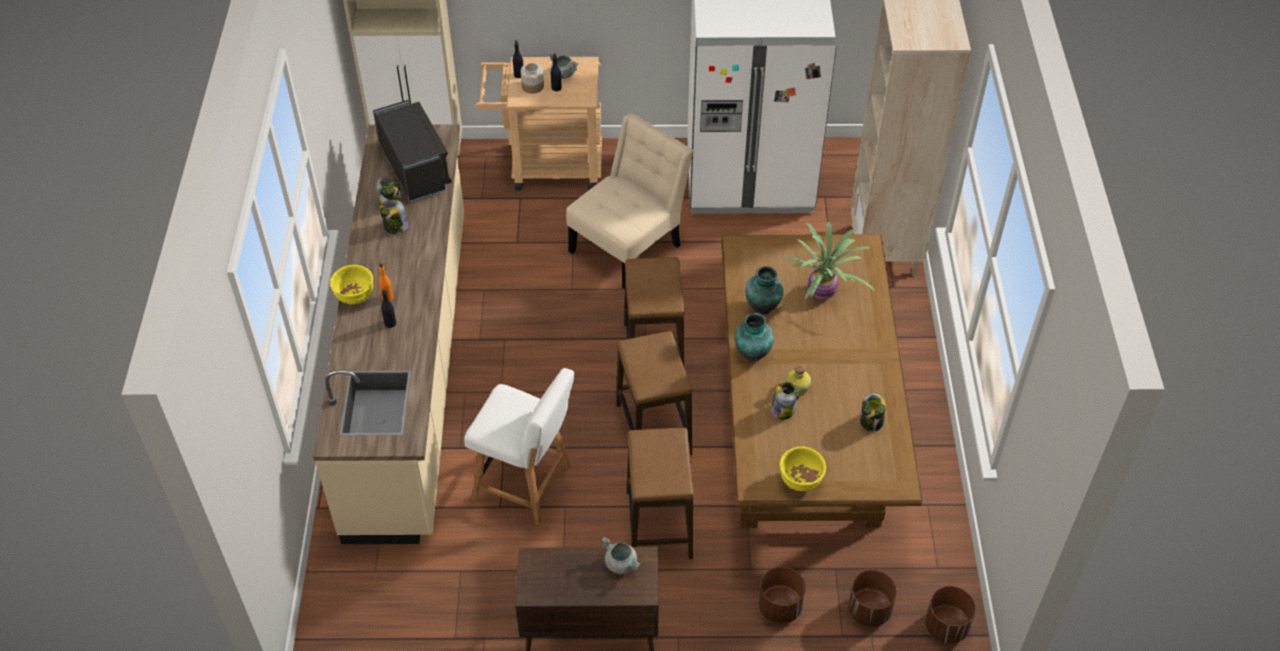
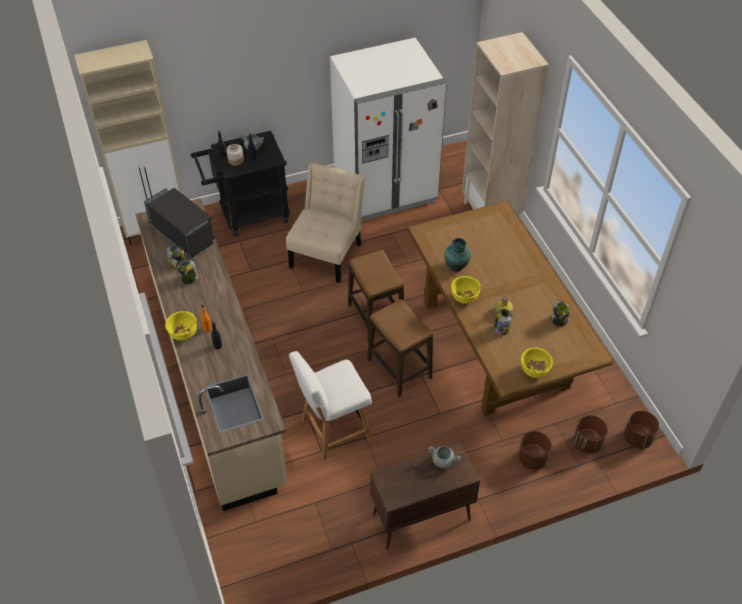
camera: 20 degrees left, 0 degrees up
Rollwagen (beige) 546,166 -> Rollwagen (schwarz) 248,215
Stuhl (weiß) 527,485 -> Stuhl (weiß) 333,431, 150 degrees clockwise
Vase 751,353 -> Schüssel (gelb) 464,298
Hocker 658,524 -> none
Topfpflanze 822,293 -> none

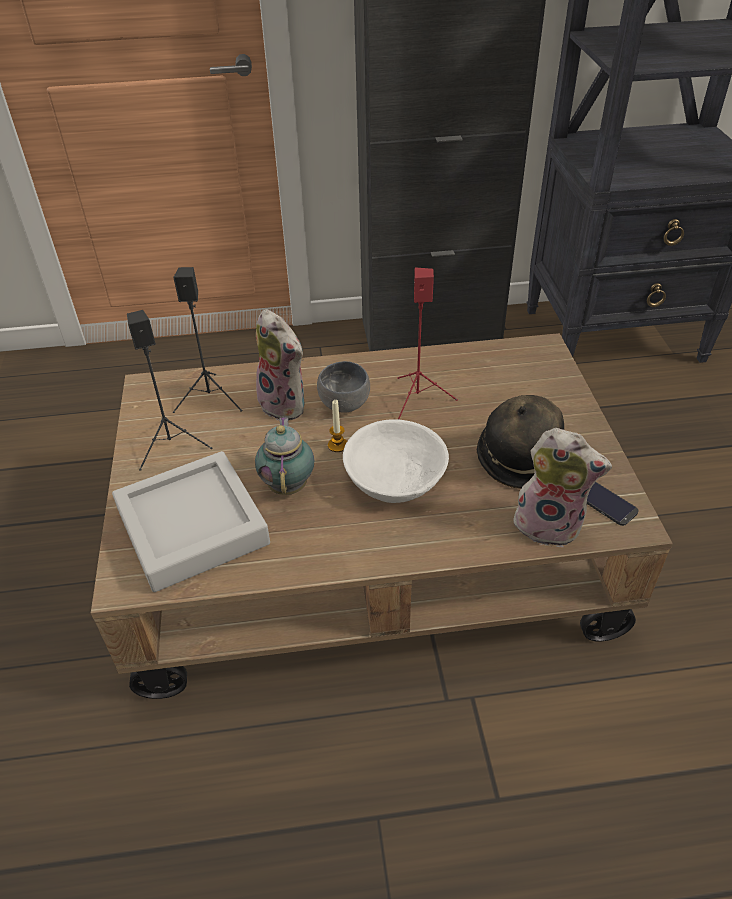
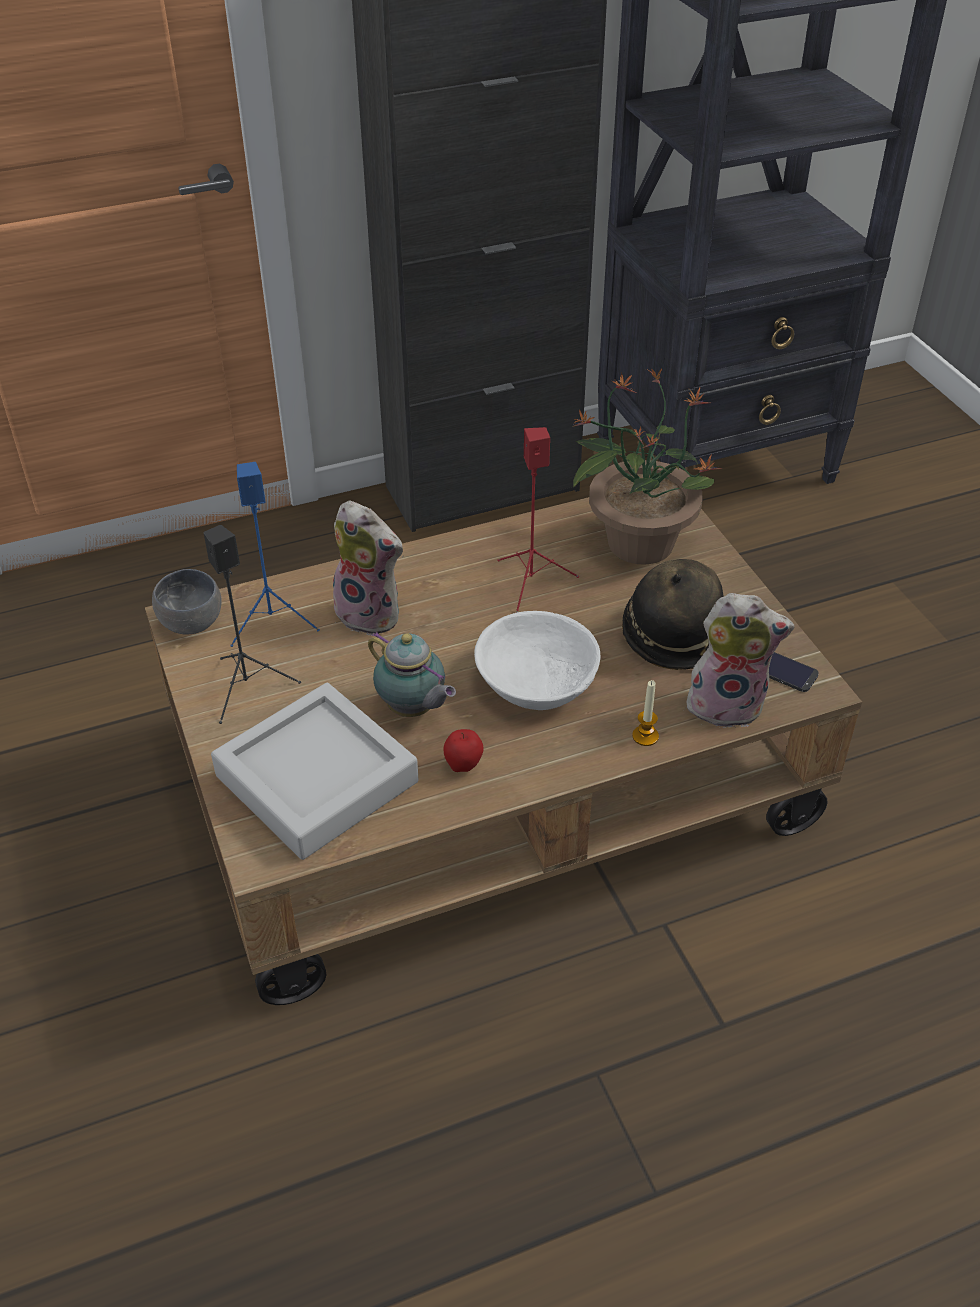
camera: 15 degrees left, 0 degrees up
Schüssel (grau) 345,405 -> Schüssel (grau) 193,624, moved
Lautsprecher (schwarz) 211,399 -> Lautsprecher (blau) 273,621
Teekanne 288,484 -> Teekanne 413,709, 150 degrees clockwise
none -> Apfel 463,766
none -> Topfpflanze 638,542
Kerze 337,445 -> Kerze 645,736, moved

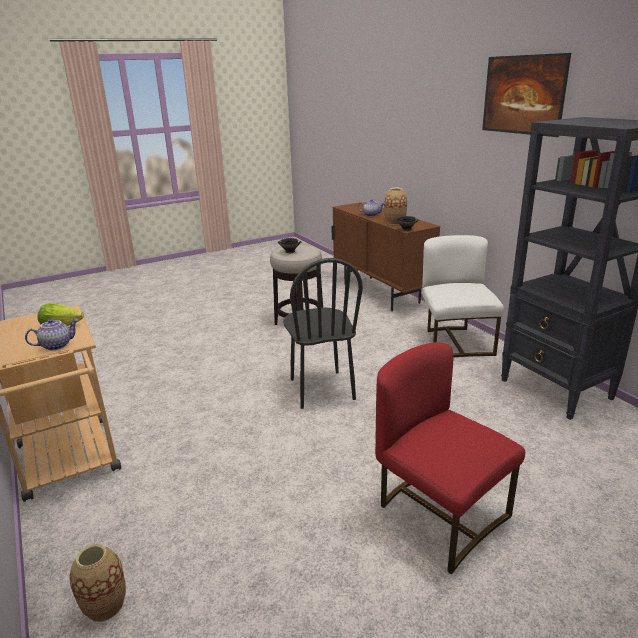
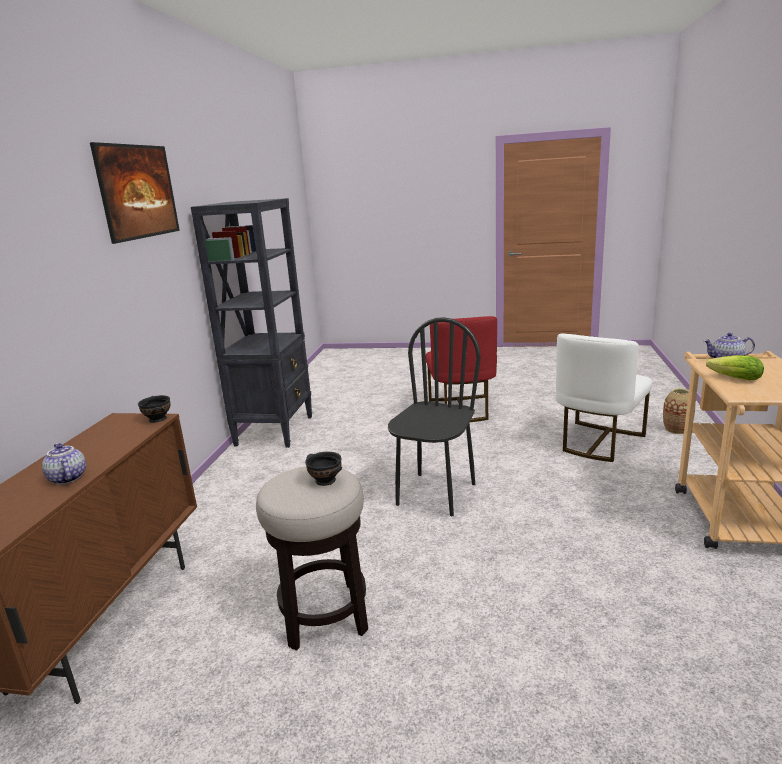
camera: 140 degrees left, 5 degrees down
Stuhl (weiß) 455,343 -> Stuhl (weiß) 598,442, moved
Vase 395,222 -> none

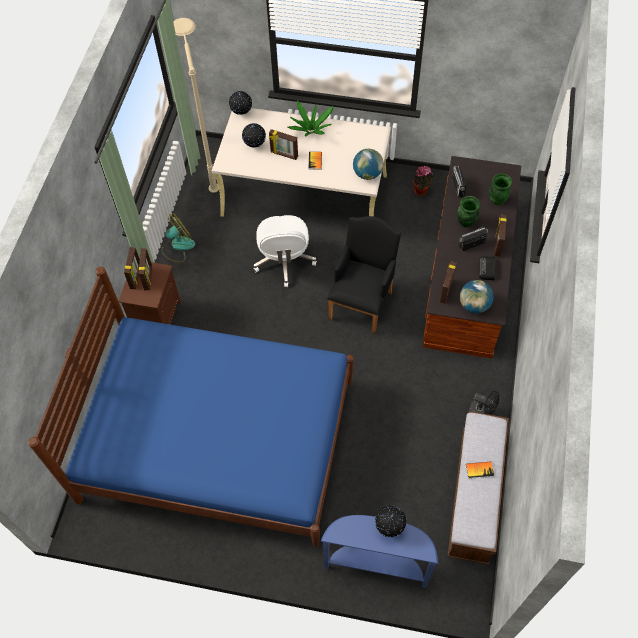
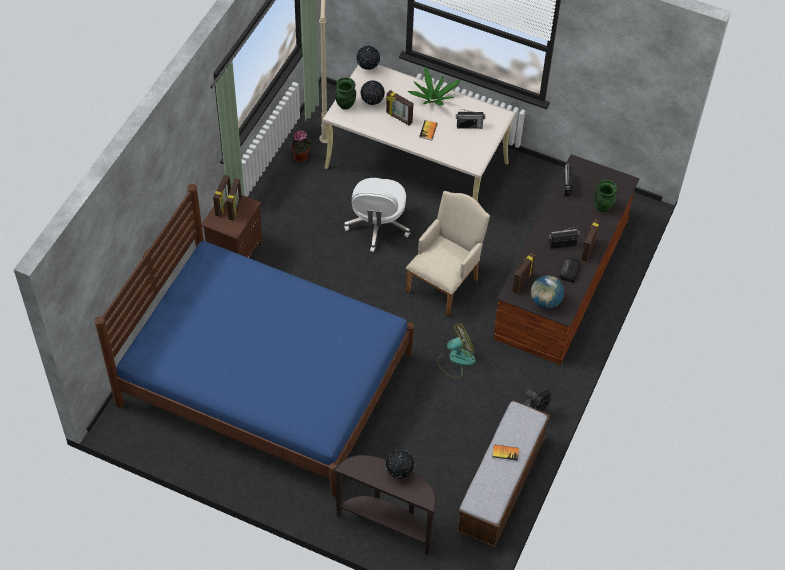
camera: 10 degrees right, 5 degrees down
Topfpflanze 421,191 -> Topfpflanze 301,157, moved
Konsolentisch (blau) 376,564 -> Konsolentisch (braun) 387,524
Vase (grün) 465,222 -> Vase (grün) 345,105, moved
Sessel (schwarz) 362,302 -> Sessel (beige) 445,282
Ventilator 178,246 -> Ventilator 456,359, moved
none -> Radio 469,126
Globus 367,174 -> none

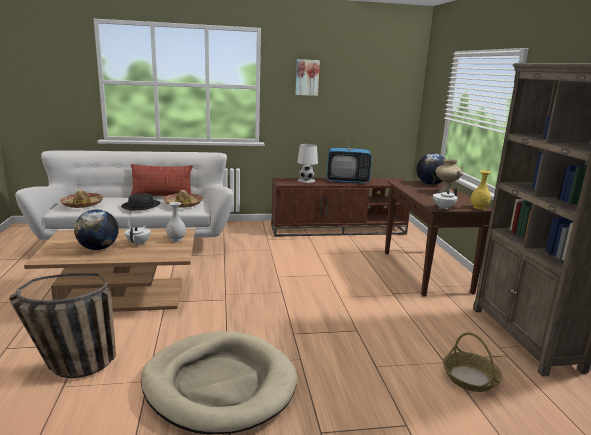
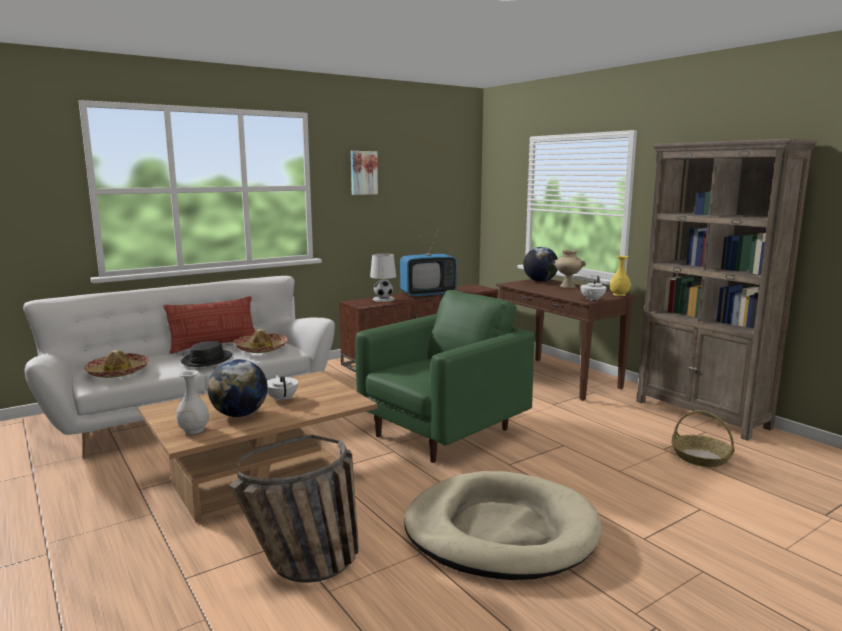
camera: 25 degrees left, 5 degrees down
Vase (weiß) 176,239 -> Vase (weiß) 193,430, moved
none -> Sessel (grün) 443,433

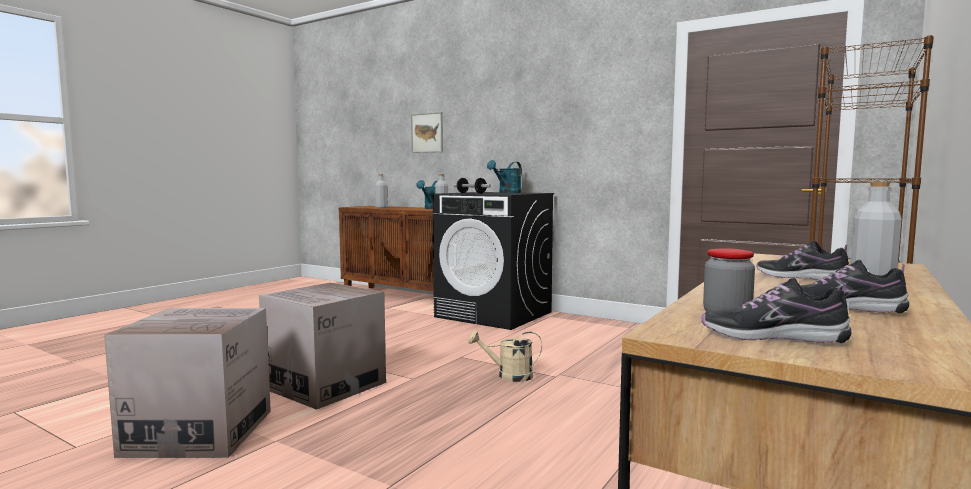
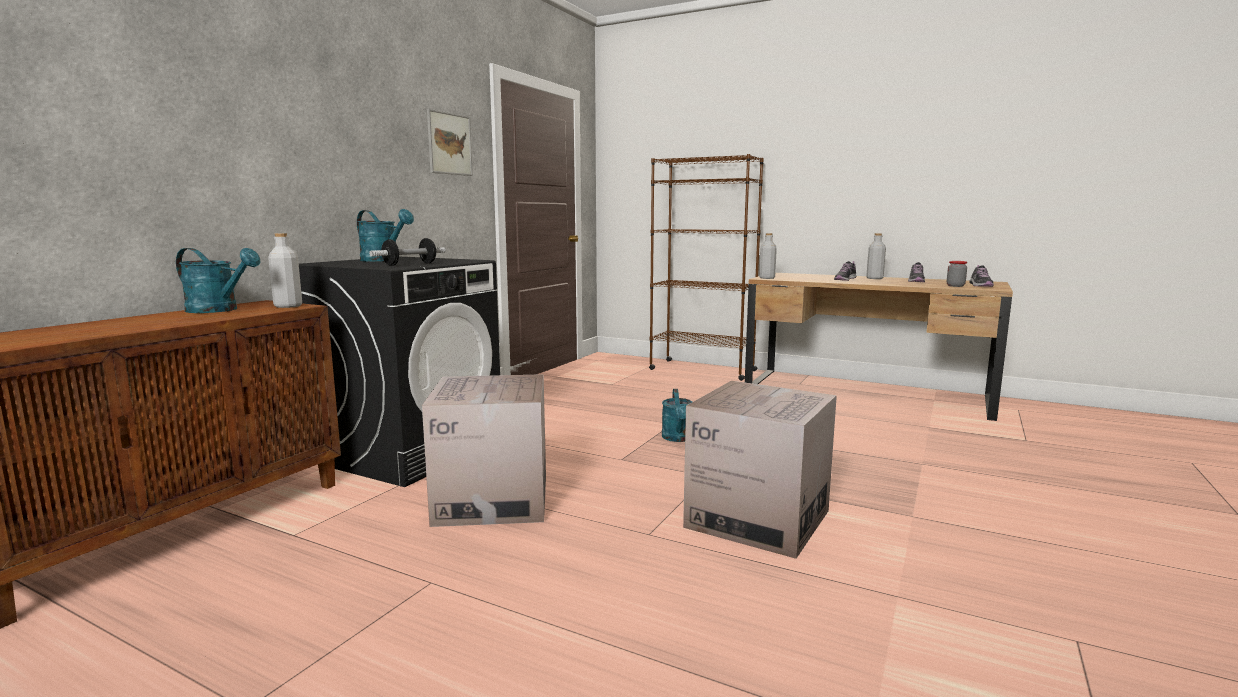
camera: 95 degrees left, 5 degrees up
Karton 199,432 -> Karton 492,500, moved
Bild 427,133 -> Bild 449,144, moved
Gießkanne (beige) 508,376 -> Gießkanne (türkis) 678,438
Flasche (grau) 381,208 -> Flasche (grau) 767,278, moved

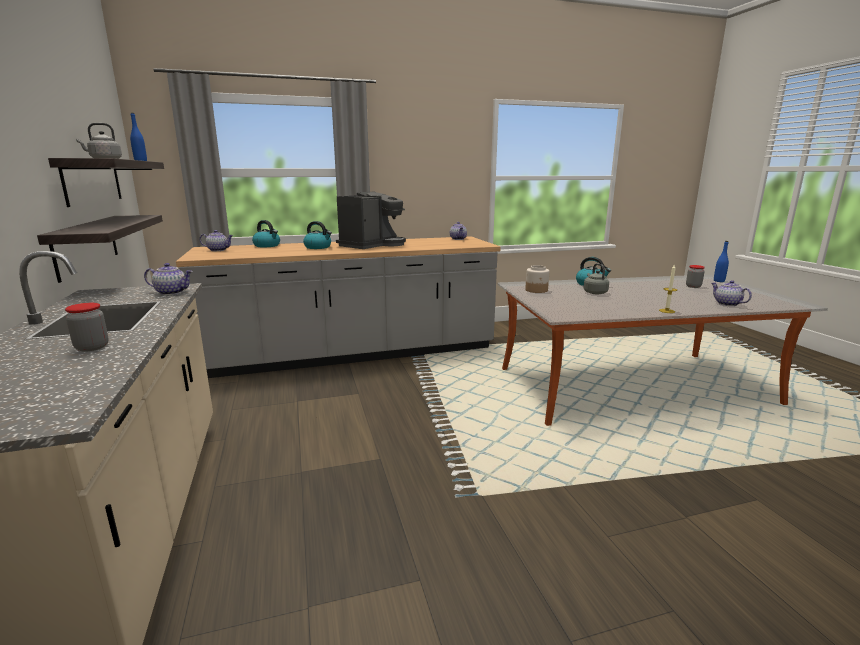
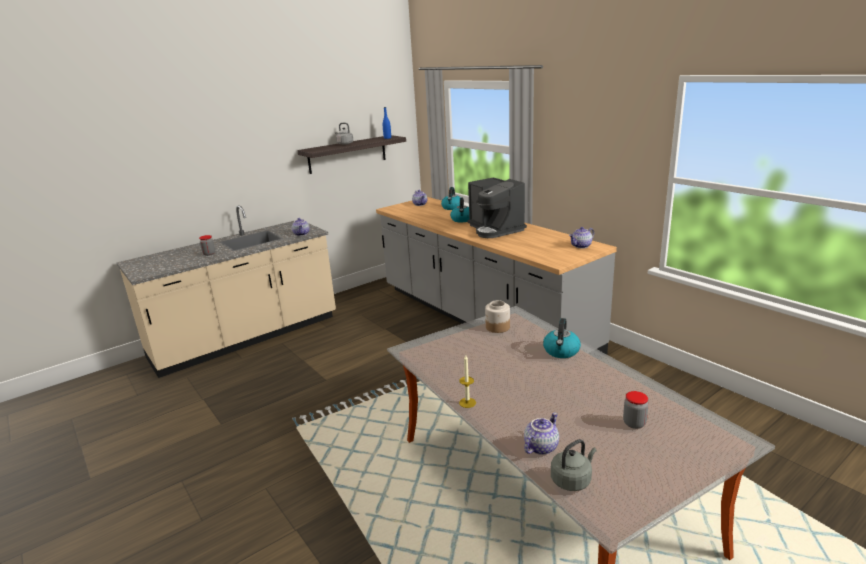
camera: 70 degrees right, 5 degrees up
Kaffeemaschine 372,245 -> Kaffeemaschine 495,229, 45 degrees clockwise
Wasserkessel (grau) 594,292 -> Wasserkessel (grau) 572,480, moved
Wandregal 86,245 -> none
Flasche (blau) 719,281 -> none

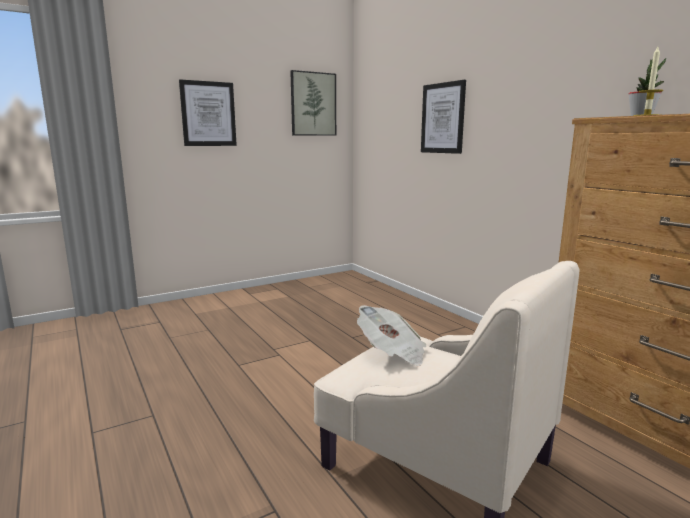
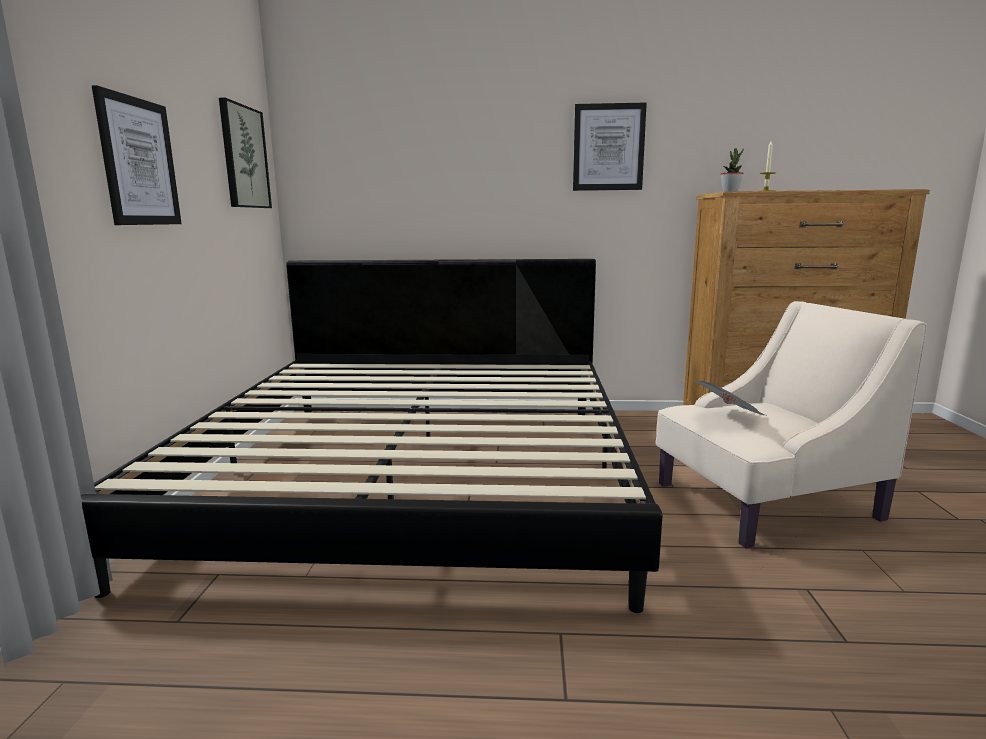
camera: 55 degrees left, 0 degrees up
none -> Bett 416,475
Bild 443,118 -> Bild 608,147, moved

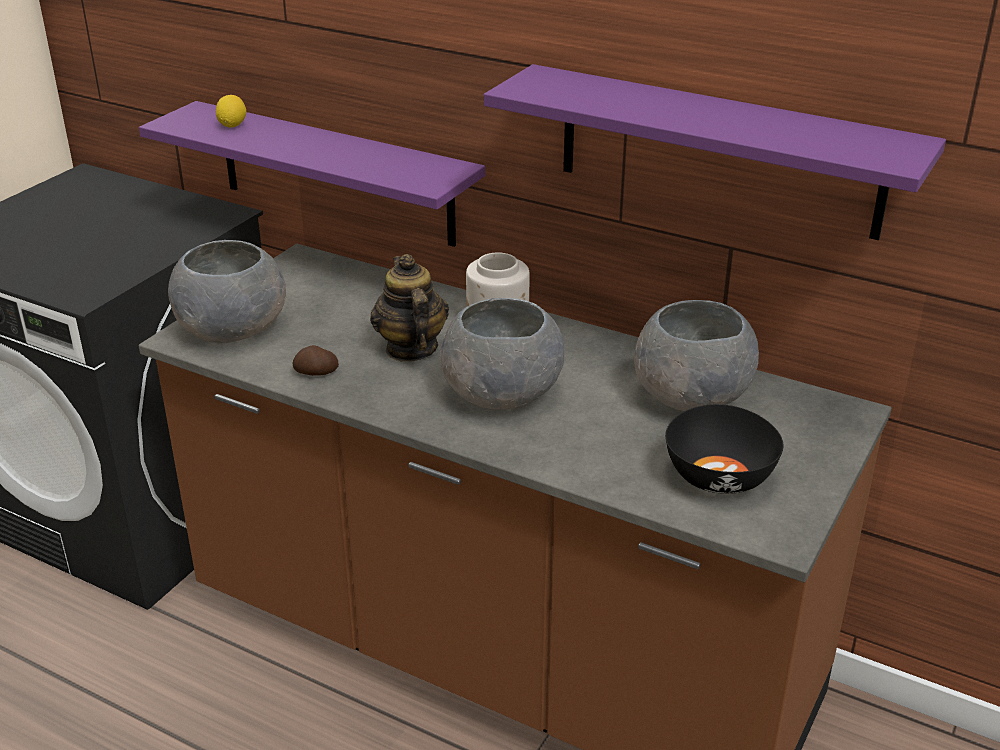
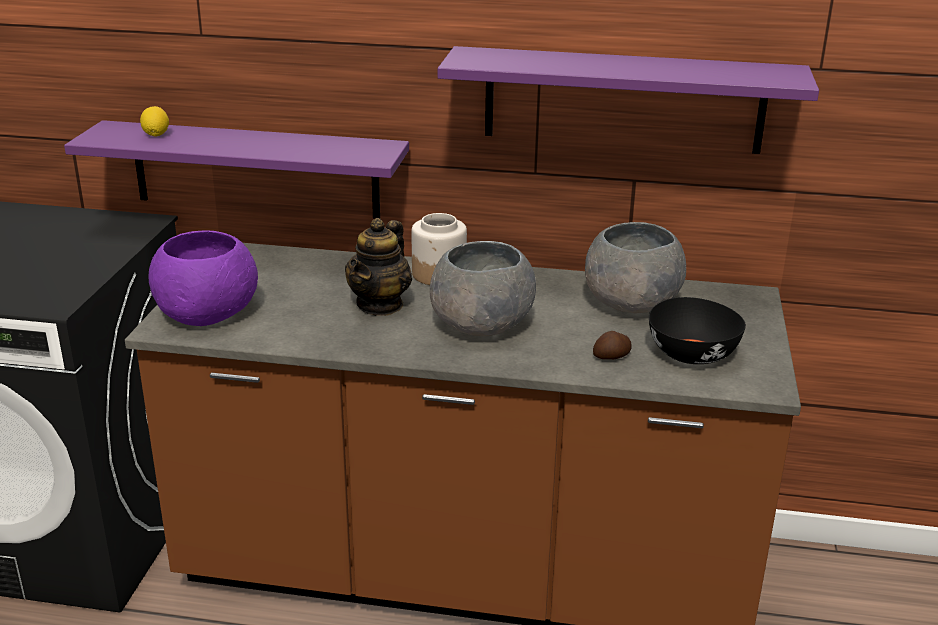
camera: 20 degrees left, 5 degrees down
Schüssel (grau) 234,328 -> Schüssel (lila) 208,313
Teekanne 410,349 -> Teekanne 380,305, 120 degrees counterclockwise
Kartoffel 316,373 -> Kartoffel 612,357, moved

